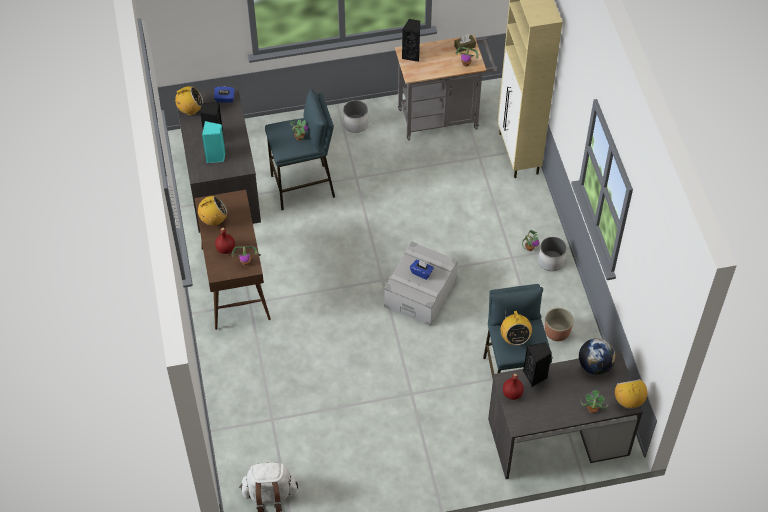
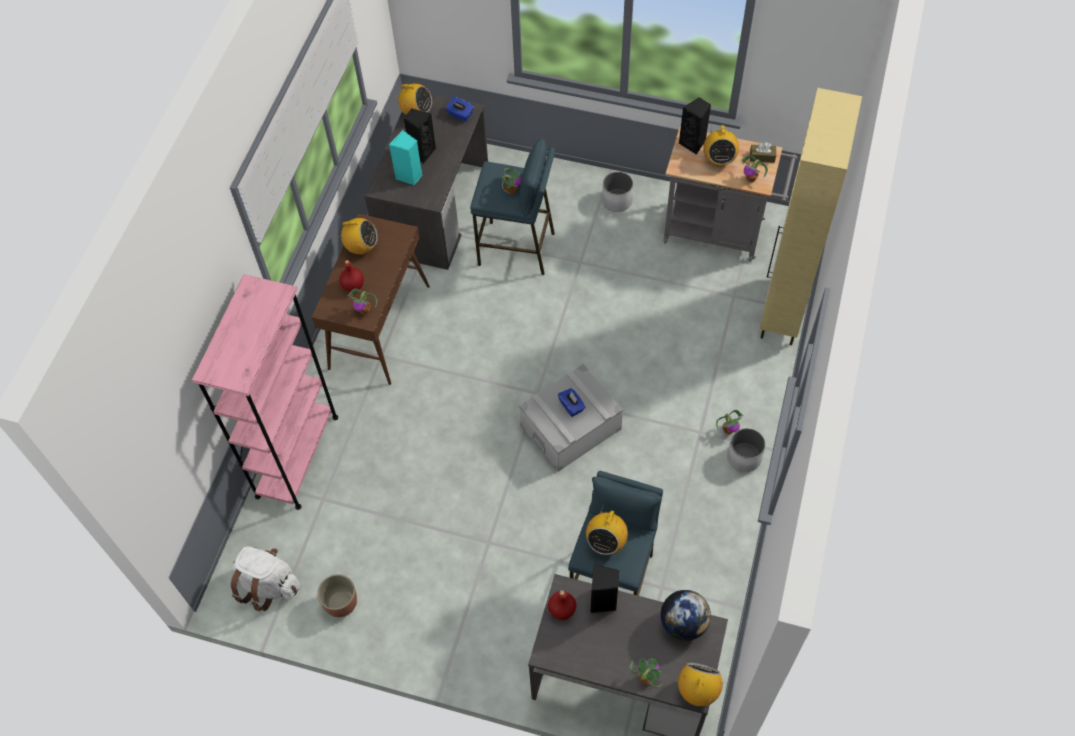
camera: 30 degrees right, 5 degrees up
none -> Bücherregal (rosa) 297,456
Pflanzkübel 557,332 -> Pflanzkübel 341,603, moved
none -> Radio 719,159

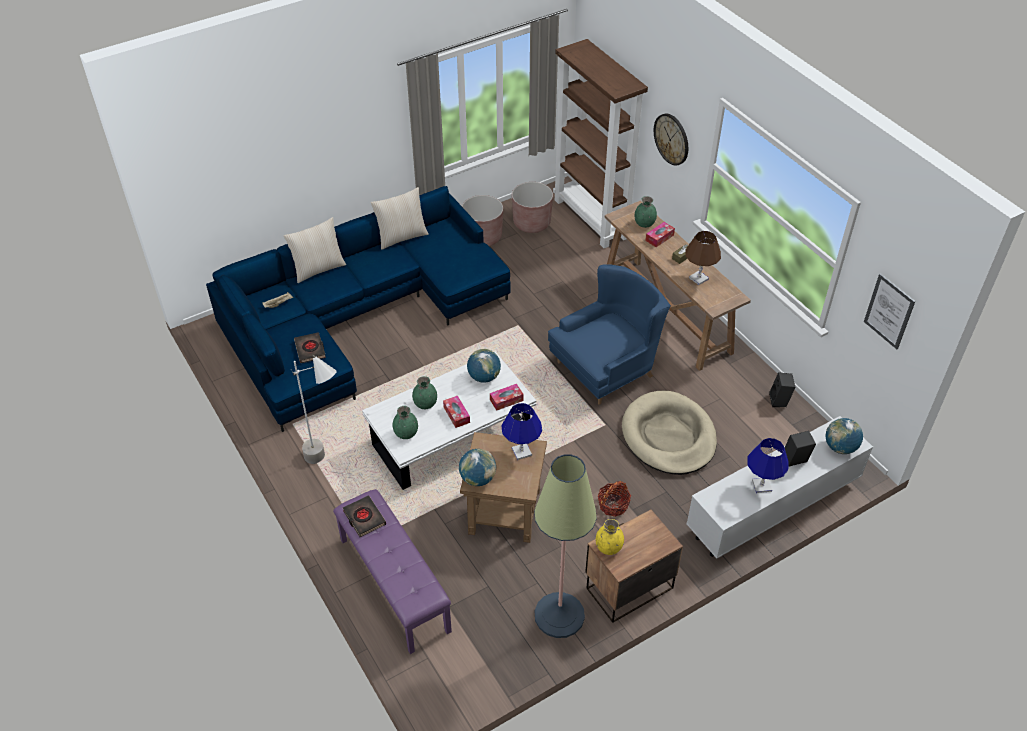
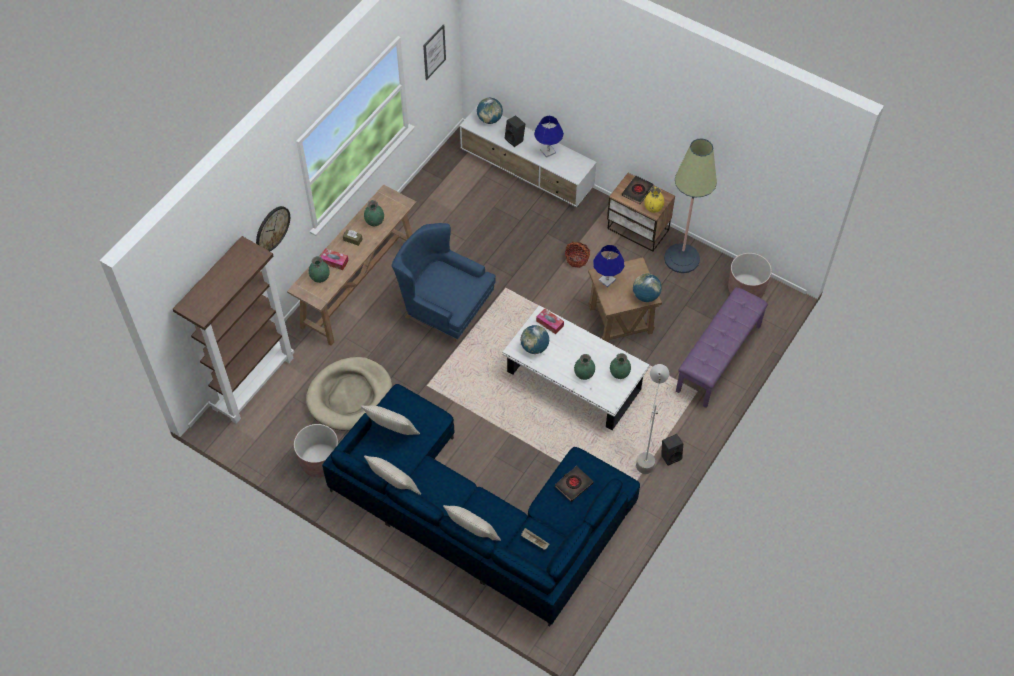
camera: 115 degrees left, 10 degrees up
Hundebett (beige) 668,436 -> Hundebett (beige) 350,396, moved
none -> Kissen (beige) 392,432
Tischlampe (braun) 698,278 -> Vase (grün) 374,221
Buch (schwarz) 364,518 -> Buch (schwarz) 637,191, moved
Lautsprecher (schwarz) 780,401 -> Lautsprecher (schwarz) 671,456, moved
Pflanzkübel (braun) 531,223 -> Pflanzkübel (braun) 745,290, moved
Taschentuchbox 456,415 -> none

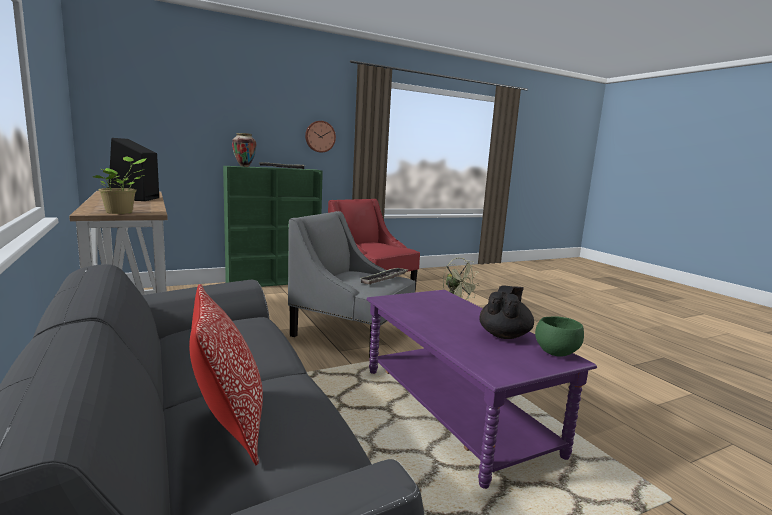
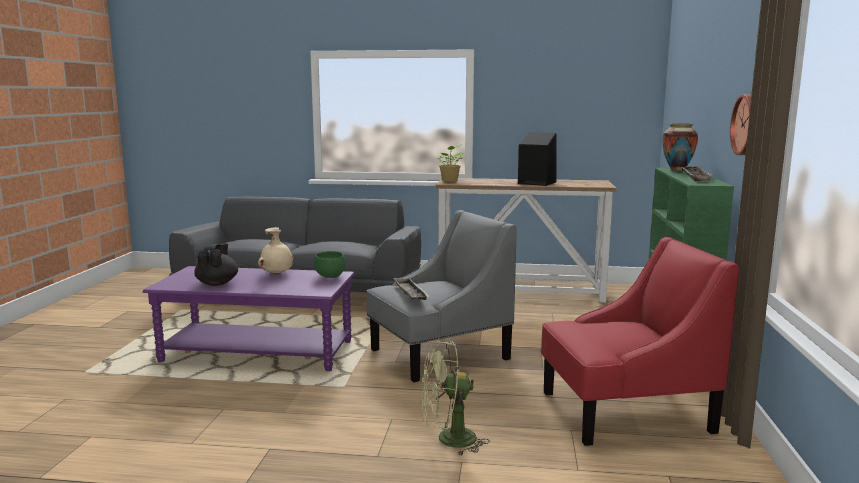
camera: 125 degrees right, 0 degrees up
Teekanne (schwarz) 504,335 -> Teekanne (schwarz) 217,283, 150 degrees counterclockwise
none -> Vase (beige) 277,274
Schüssel (grün) 555,352 -> Schüssel (grün) 331,276, moved
Kissen 228,424 -> none

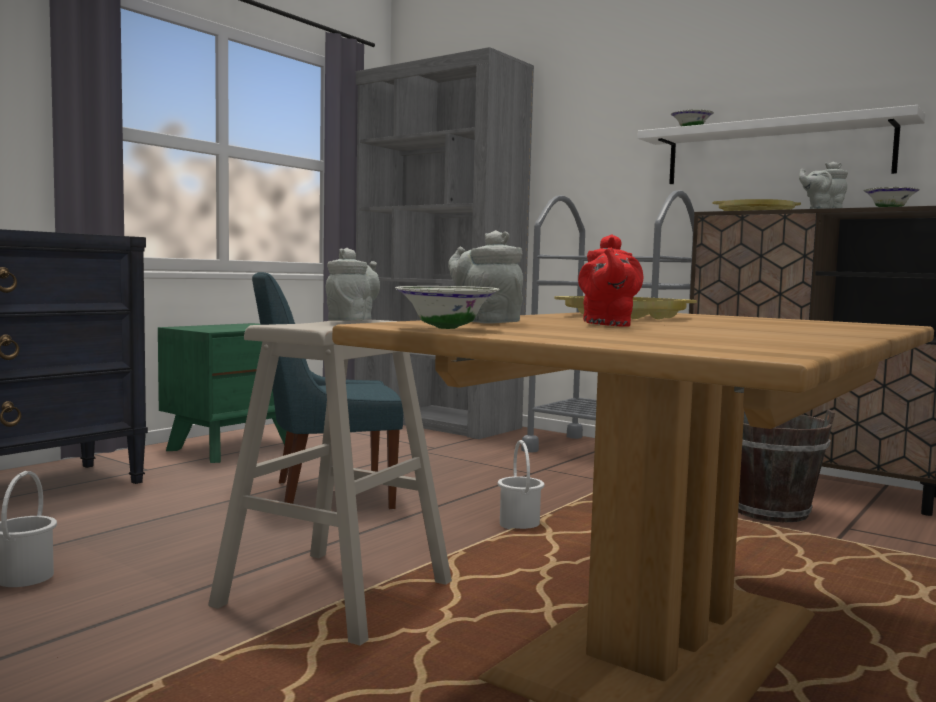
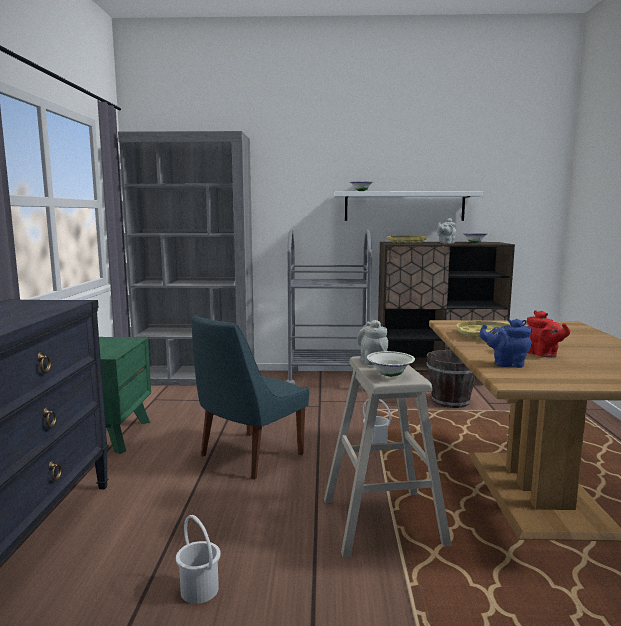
camera: 35 degrees left, 5 degrees up
Schüssel (weiß) 446,328 -> Schüssel (weiß) 390,375, moved
Teekanne (grau) 485,321 -> Teekanne (blau) 506,364

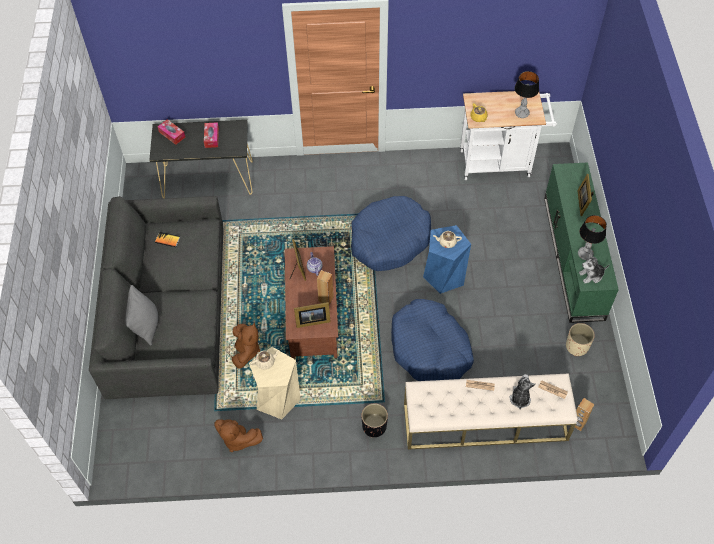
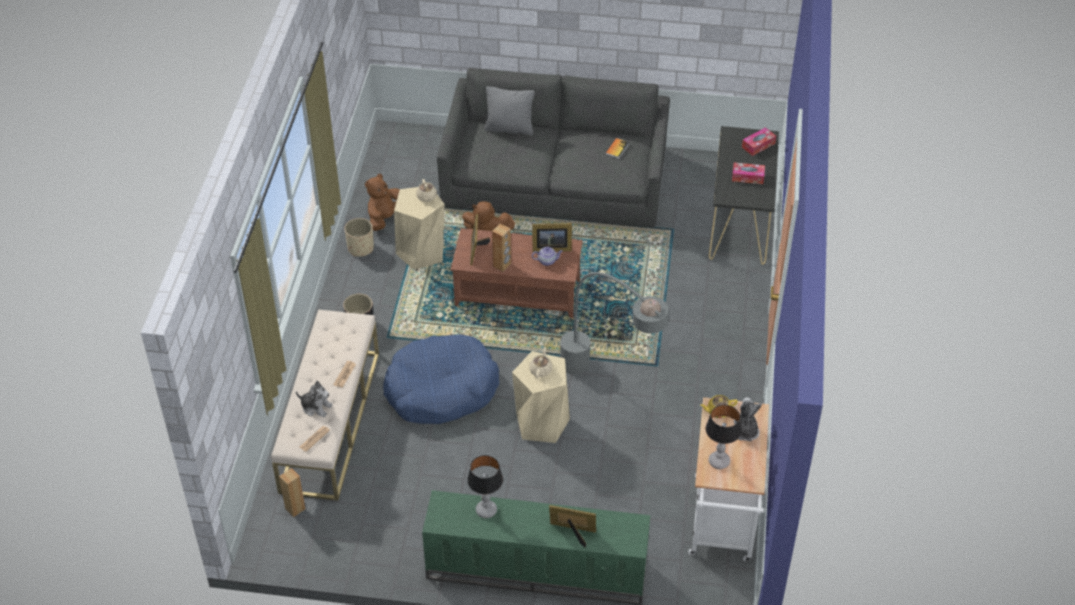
camera: 100 degrees right, 10 degrees down
Pflanzkübel (beige) 576,346 -> Pflanzkübel (beige) 361,248, moved
Hocker (blau) 444,275 -> Hocker (beige) 541,423
Hundebett (blau) 389,240 -> Stehlampe (grau) 609,378
Plüschtier 591,275 -> Plüschtier 745,431, moved

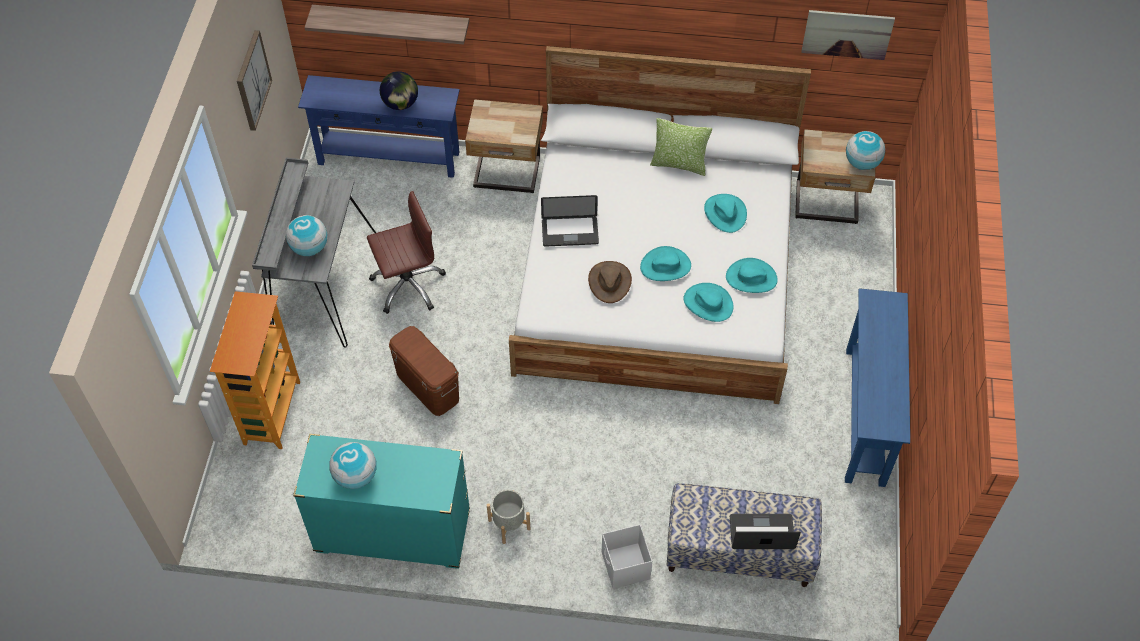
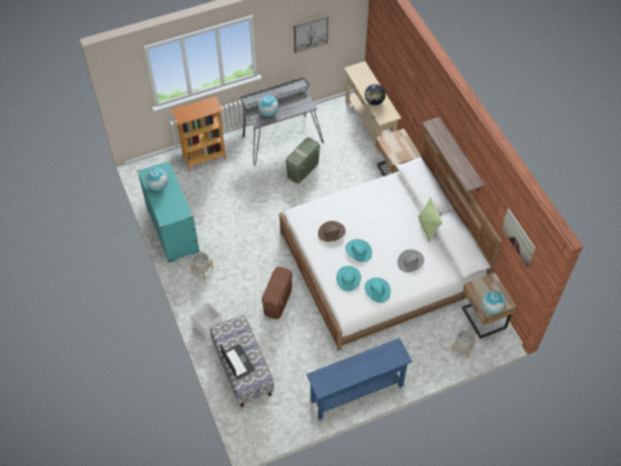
camera: 60 degrees right, 0 degrees up
Aufbewahrungsbox (braun) 427,386 -> Aufbewahrungsbox (braun) 277,301, moved
Bürostuhl (braun) 408,285 -> Aufbewahrungsbox (grün) 303,169
Konsolentisch (blau) 389,157 -> Konsolentisch (beige) 369,124
Hut (türkis) 725,213 -> Hut (grau) 410,261
Wandregal 391,22 -> Wandregal 460,155, moved
none -> Pflanzkübel (grau) 462,348
Laptop 570,232 -> none

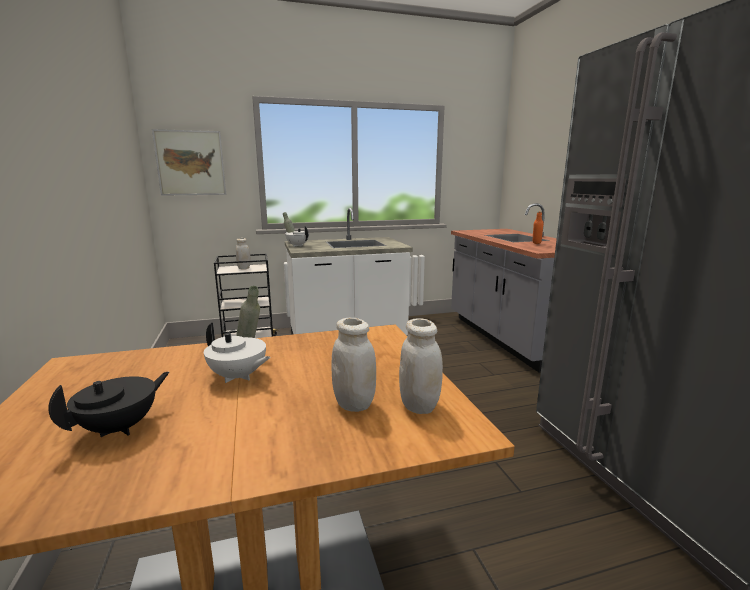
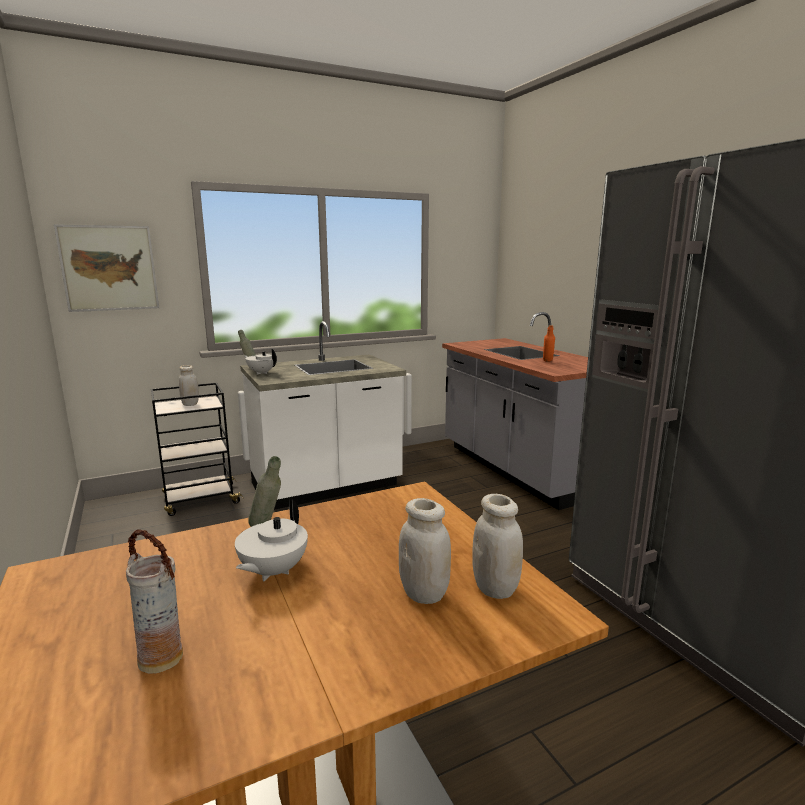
camera: 10 degrees left, 0 degrees up
Teekanne (schwarz) 121,428 -> Vase 162,657
Teekanne (weiß) 238,377 -> Teekanne (weiß) 272,571, 90 degrees clockwise

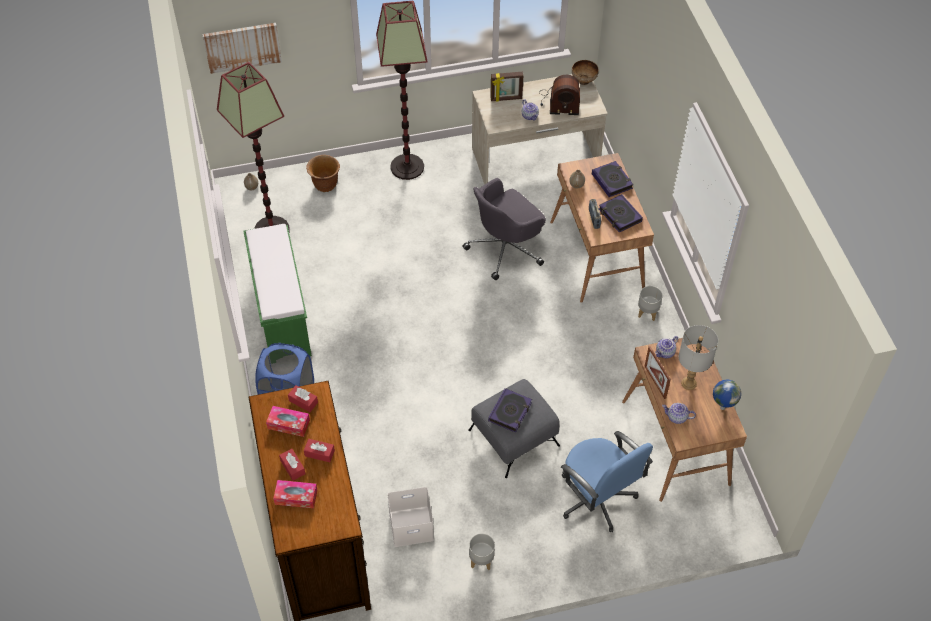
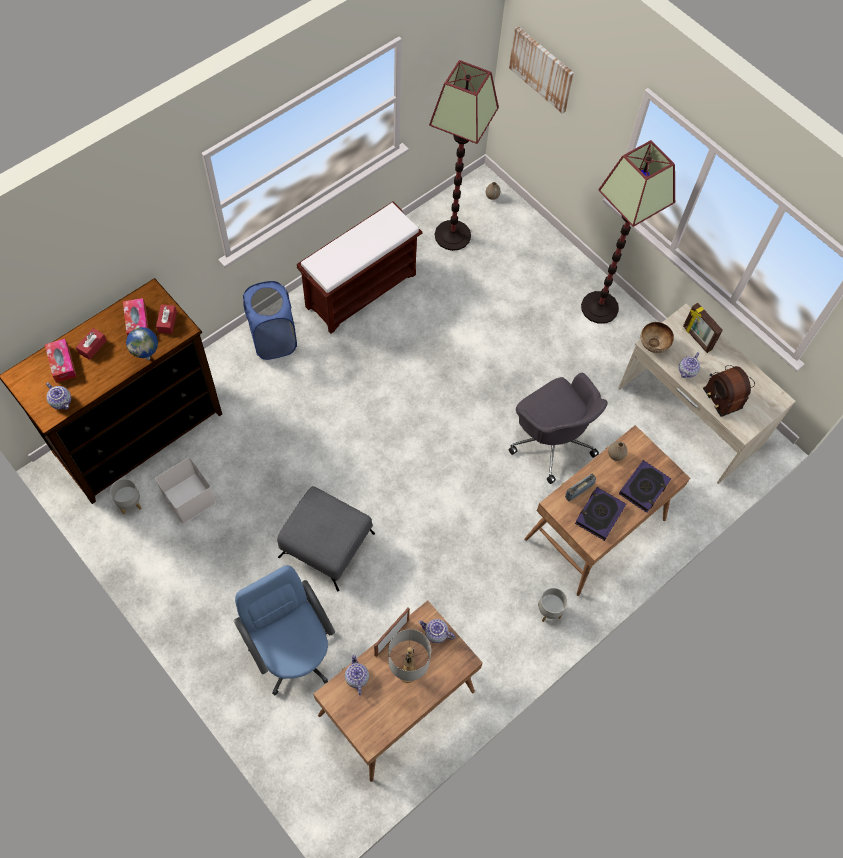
camera: 60 degrees right, 10 degrees up
none -> Teekanne 62,401
Pflanzkübel (grau) 481,561 -> Pflanzkübel (grau) 130,504, moved
Globus 722,407 -> Globus 148,357, moved
Bürostuhl (blau) 597,498 -> Bürostuhl (blau) 293,651, 120 degrees clockwise
Bank (grün) 281,315 -> Bank (braun) 361,289
Bürostuhl (grau) 506,249 -> Bürostuhl (grau) 551,440, 150 degrees counterclockwise
Schüssel 584,81 -> Schüssel 653,346, moved
Taschentuchbox (rot) 319,453 -> none
Pflanzkübel (braun) 325,185 -> none
Buch 510,412 -> none

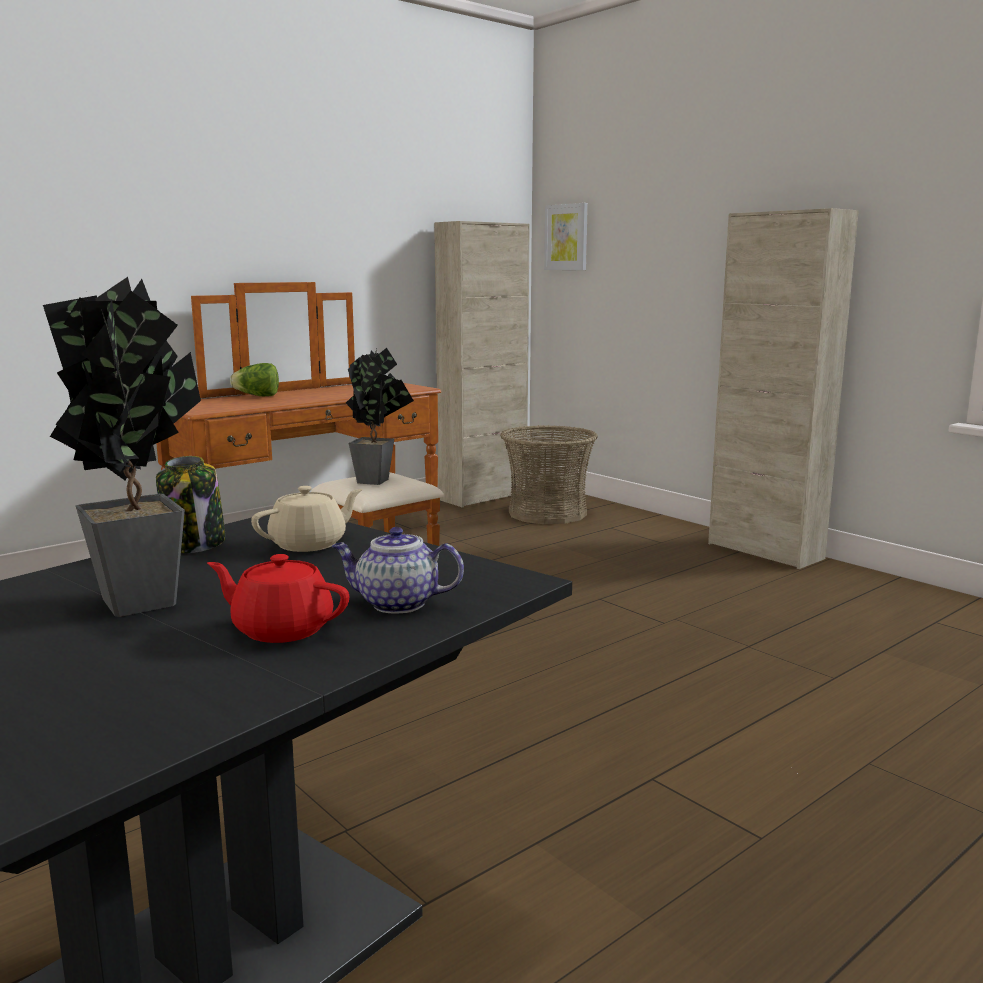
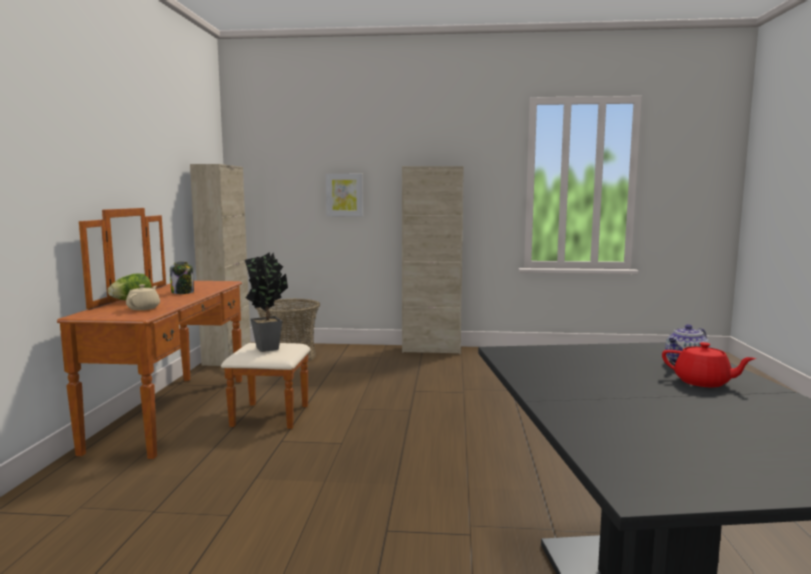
camera: 45 degrees left, 5 degrees down
Teekanne (beige) 310,544 -> Teekanne (beige) 144,308, moved
Vorratsglas 195,544 -> Vorratsglas 183,292, moved
Bild 566,237 -> Bild 344,195, moved
Teekanne (rot) 281,629 -> Teekanne (rot) 703,382, 120 degrees counterclockwise
Topfpflanze 143,596 -> none

